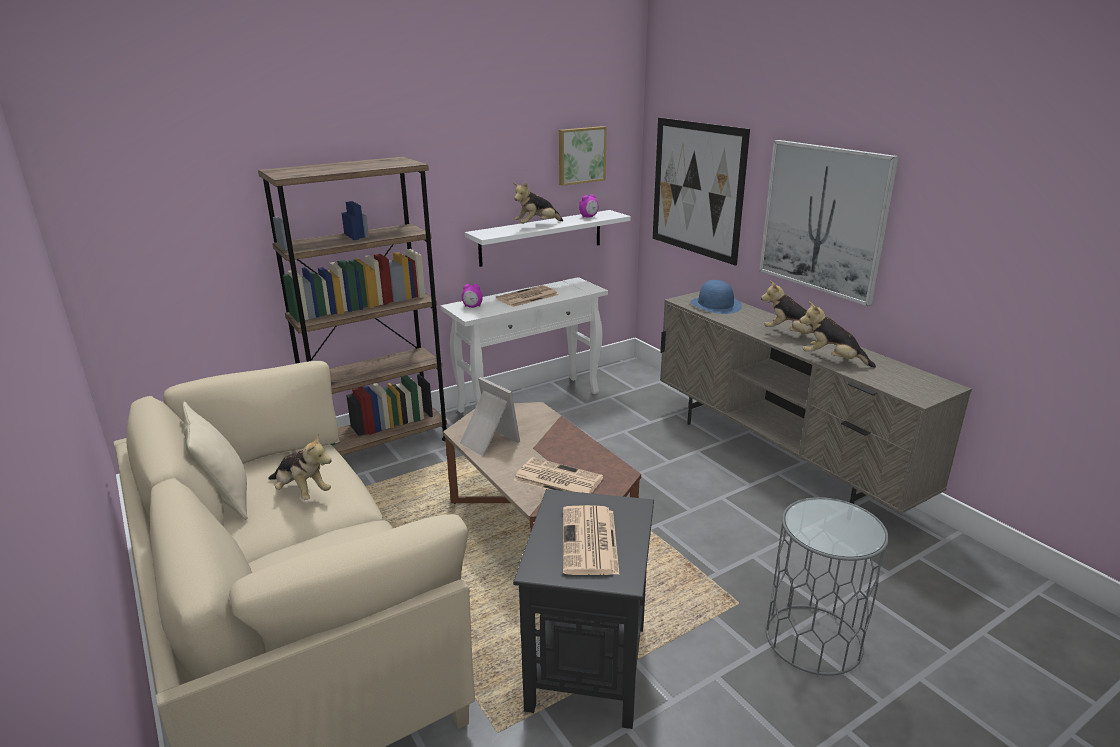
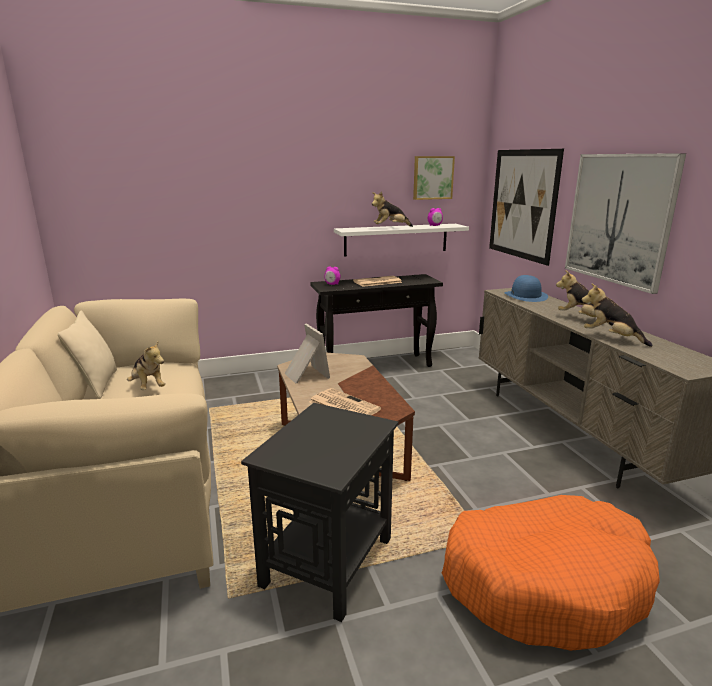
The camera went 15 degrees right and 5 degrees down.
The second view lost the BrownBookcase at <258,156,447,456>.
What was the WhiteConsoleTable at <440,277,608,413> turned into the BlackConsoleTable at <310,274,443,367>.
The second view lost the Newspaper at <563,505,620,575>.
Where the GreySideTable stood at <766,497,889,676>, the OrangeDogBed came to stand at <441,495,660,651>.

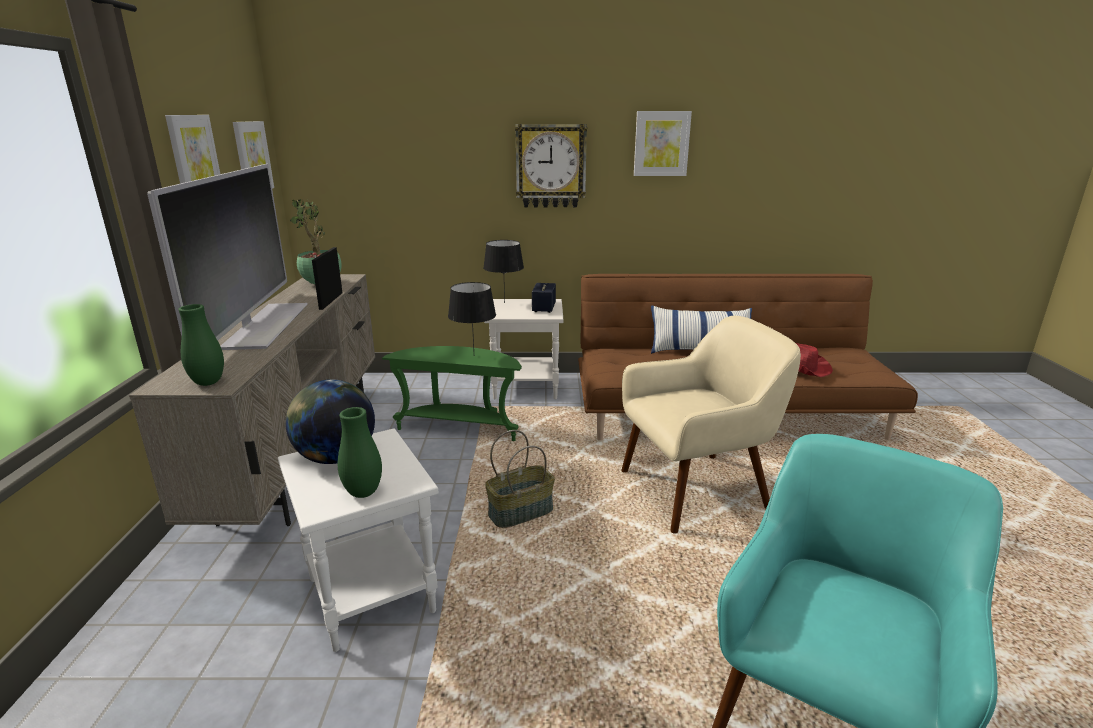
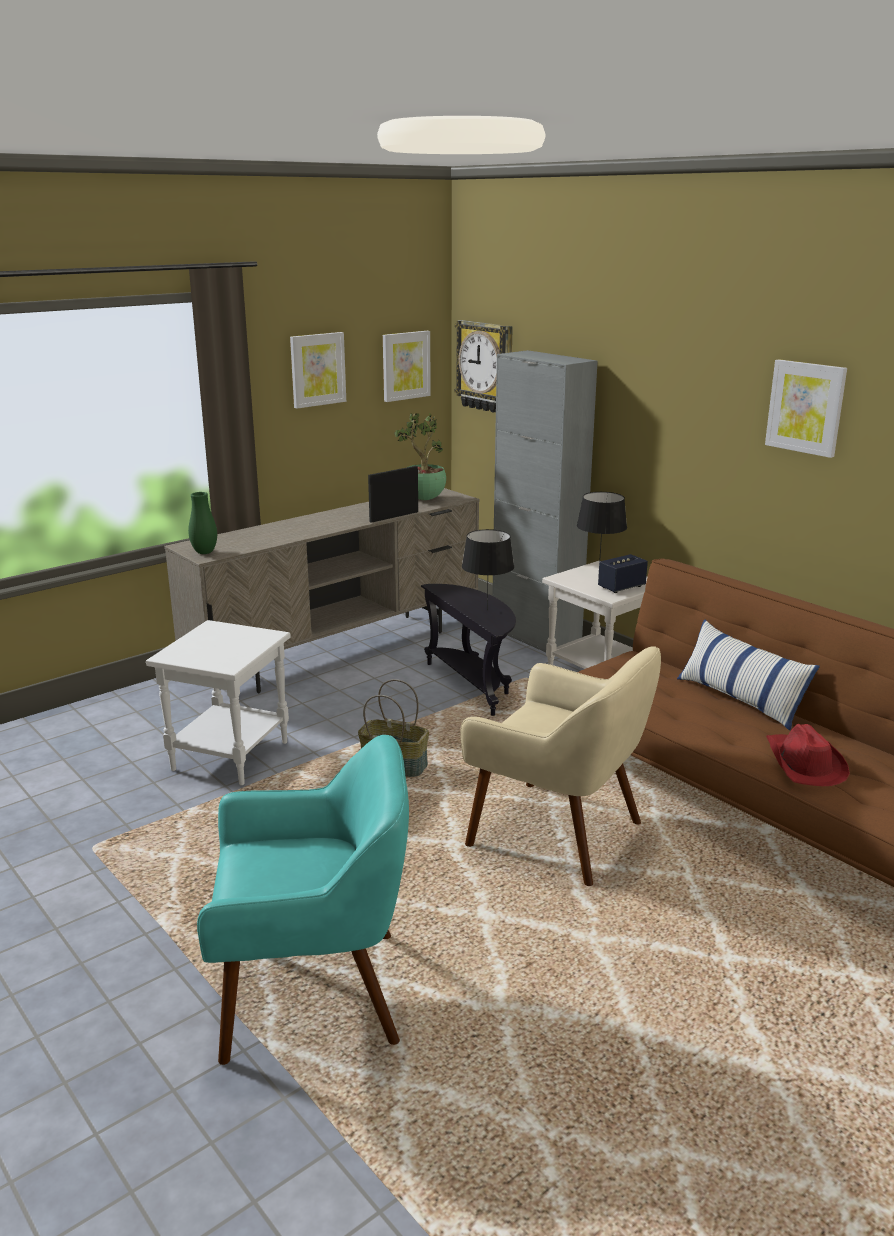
The camera went 50 degrees right and 0 degrees up.
The second view lost the Television at <147,164,308,350>.
The second view lost the Globe at <285,380,375,464>.
The second view lost the GreenVase at <338,407,382,498>.
What was the GreenSideTable at <382,346,522,441> turned into the BlackSideTable at <421,584,516,716>.
The WallClock ended up elsewhere, having gone from <515,124,587,207> to <454,320,513,413>.
The second view gained the GreyCabinet at <492,350,598,652>.

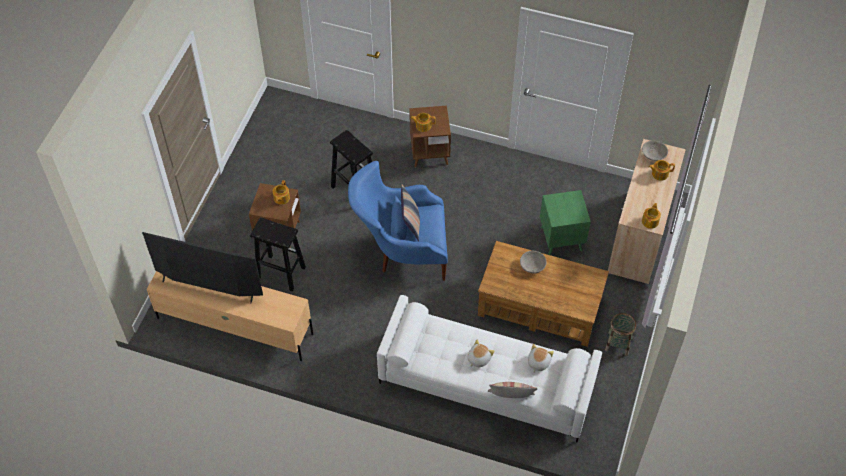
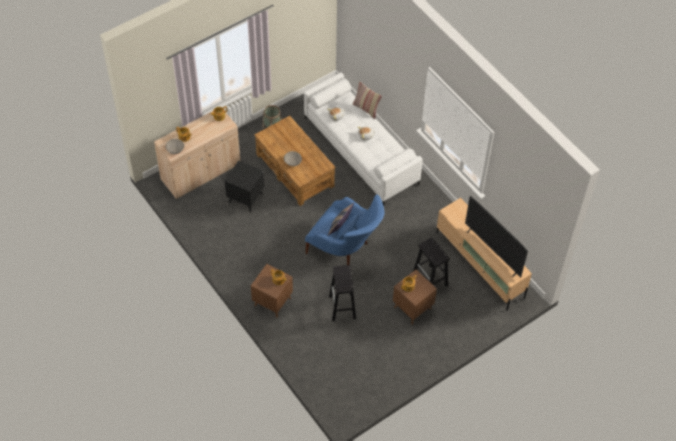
The camera went 145 degrees left and 0 degrees up.
What was the GreenSideTable at <540,190,591,255> turned into the BlackSideTable at <225,160,264,212>.

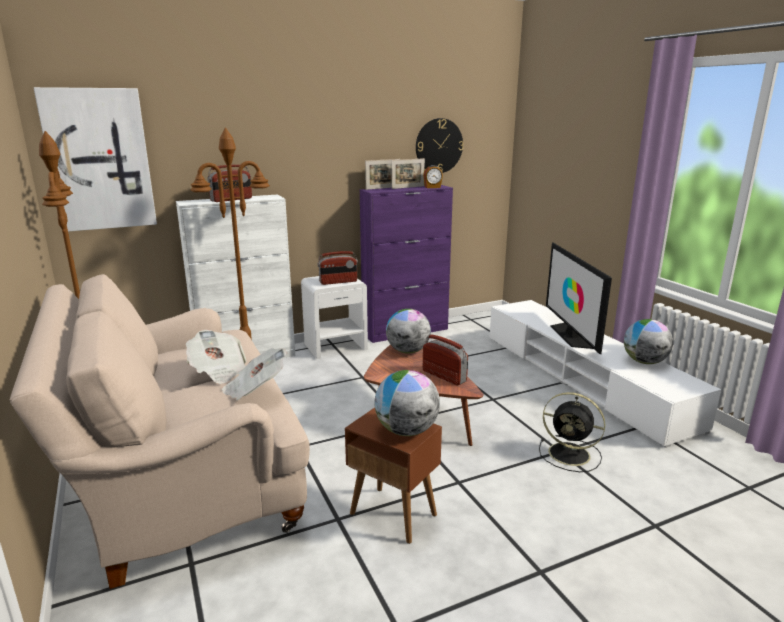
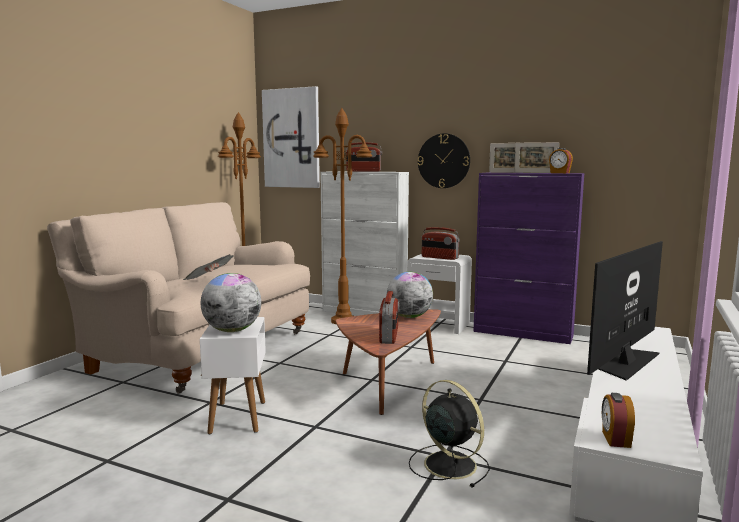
The camera went 50 degrees right and 10 degrees down.
The second view lost the Newspaper at <186,330,246,384>.
What was the BrownSideTable at <345,408,442,544> turned into the WhiteSideTable at <200,317,266,434>.
The WallClock ended up elsewhere, having gone from <416,118,464,173> to <418,133,470,188>.
The BlackFan at <539,392,606,472> ended up facing another way, 150 degrees clockwise from before.
The second view lost the Globe at <624,319,673,364>.
The second view gained the AlarmClock at <602,393,635,448>.

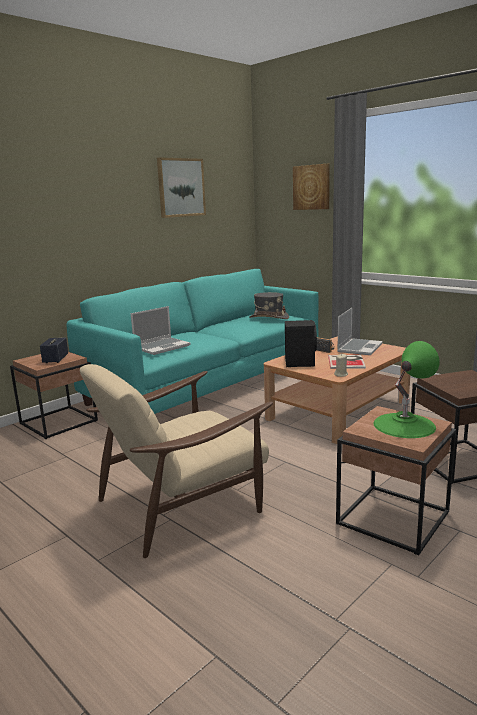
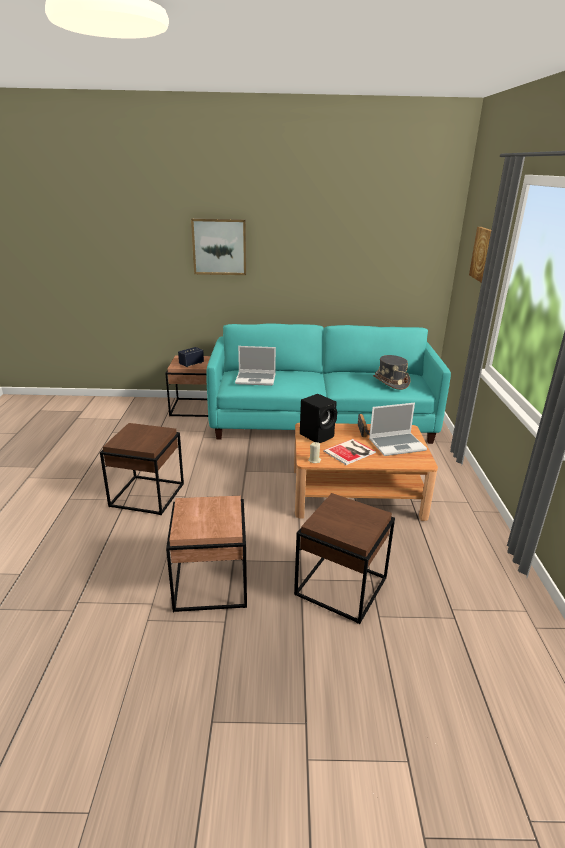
The camera went 45 degrees right and 10 degrees up.
Where the BeigeArmchair stood at <80,364,273,558>, the BrownSideTable came to stand at <100,423,184,515>.
The Picture ended up elsewhere, having gone from <157,157,206,218> to <191,218,246,275>.
The second view lost the GreenTableLamp at <373,341,439,438>.

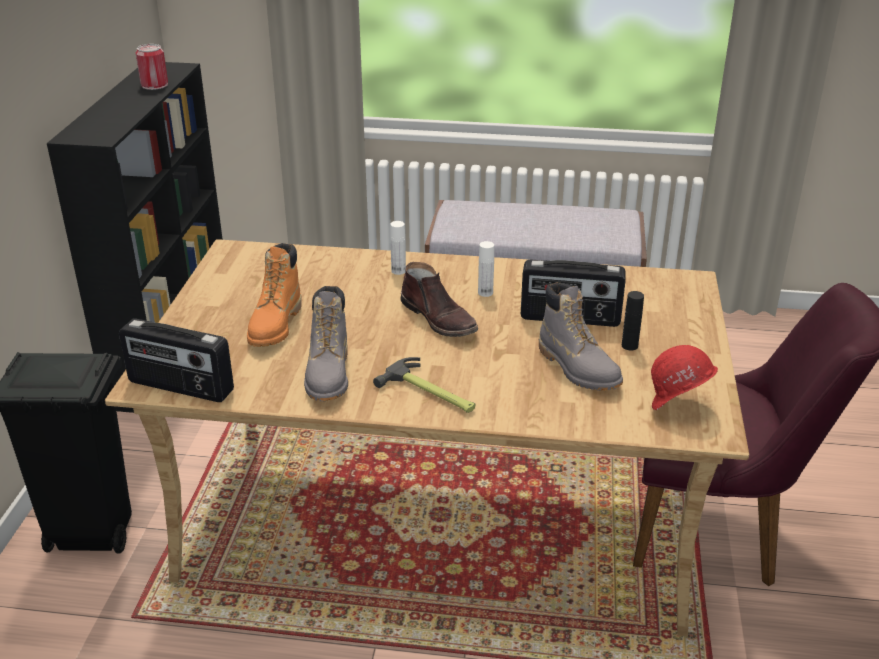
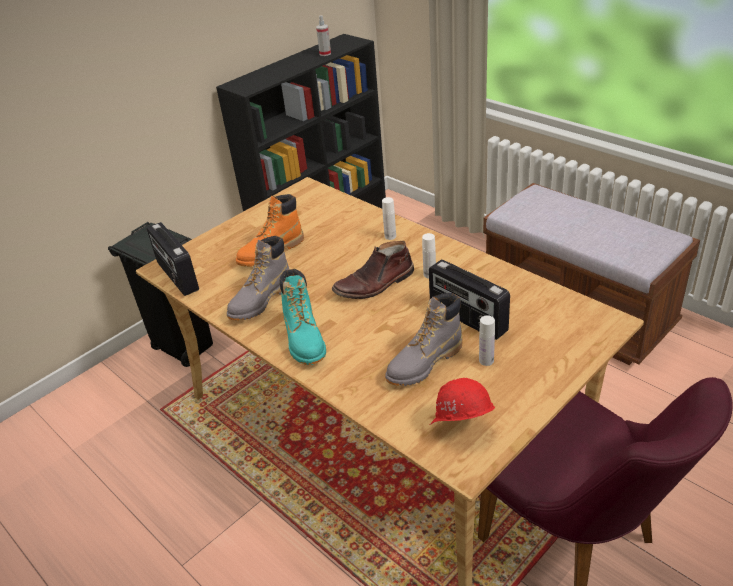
The camera went 40 degrees right and 5 degrees up.
Where the Can stood at <136,44,168,90>, the SprayBottle came to stand at <316,15,331,56>.
Where the Hammer stood at <373,357,476,413>, the TurquoiseBoot came to stand at <280,269,326,365>.
The BrownBoot at <401,262,478,337> ended up facing another way, 60 degrees clockwise from before.
The GreyBoot at <539,282,623,391> ended up facing another way, 45 degrees clockwise from before.
What was the BlackBottle at <622,291,644,351> turned into the WhiteBottle at <479,315,495,366>.

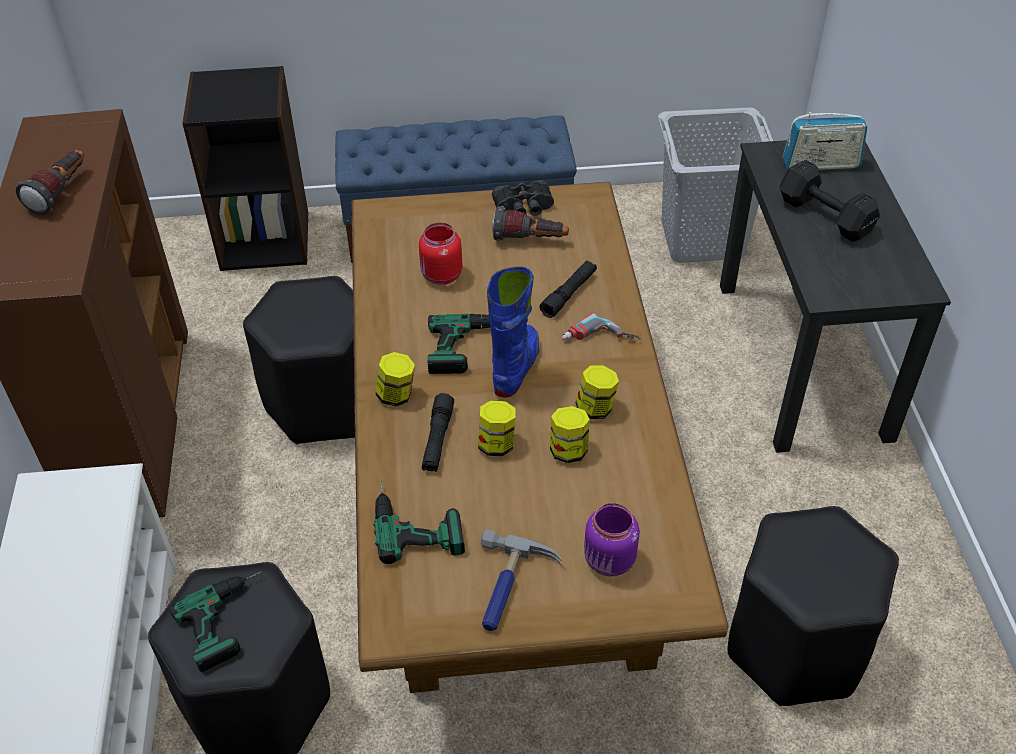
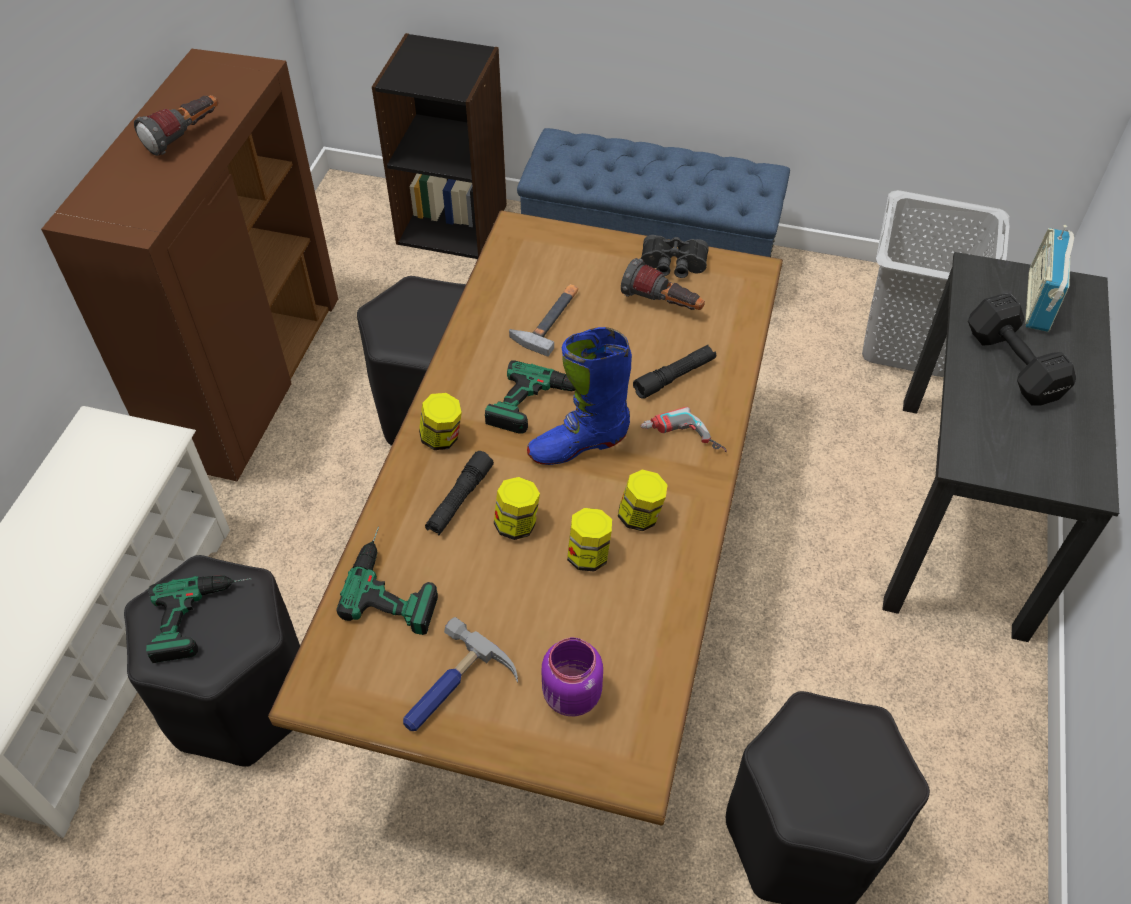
The camera went 20 degrees right and 5 degrees up.
Where the RedJar stood at <419,223,463,285>, the Hammer came to stand at <509,284,578,357>.
The BlueBoot at <487,266,539,398> ended up facing another way, 150 degrees counterclockwise from before.
The Radio at <782,112,867,170> ended up facing another way, 90 degrees clockwise from before.

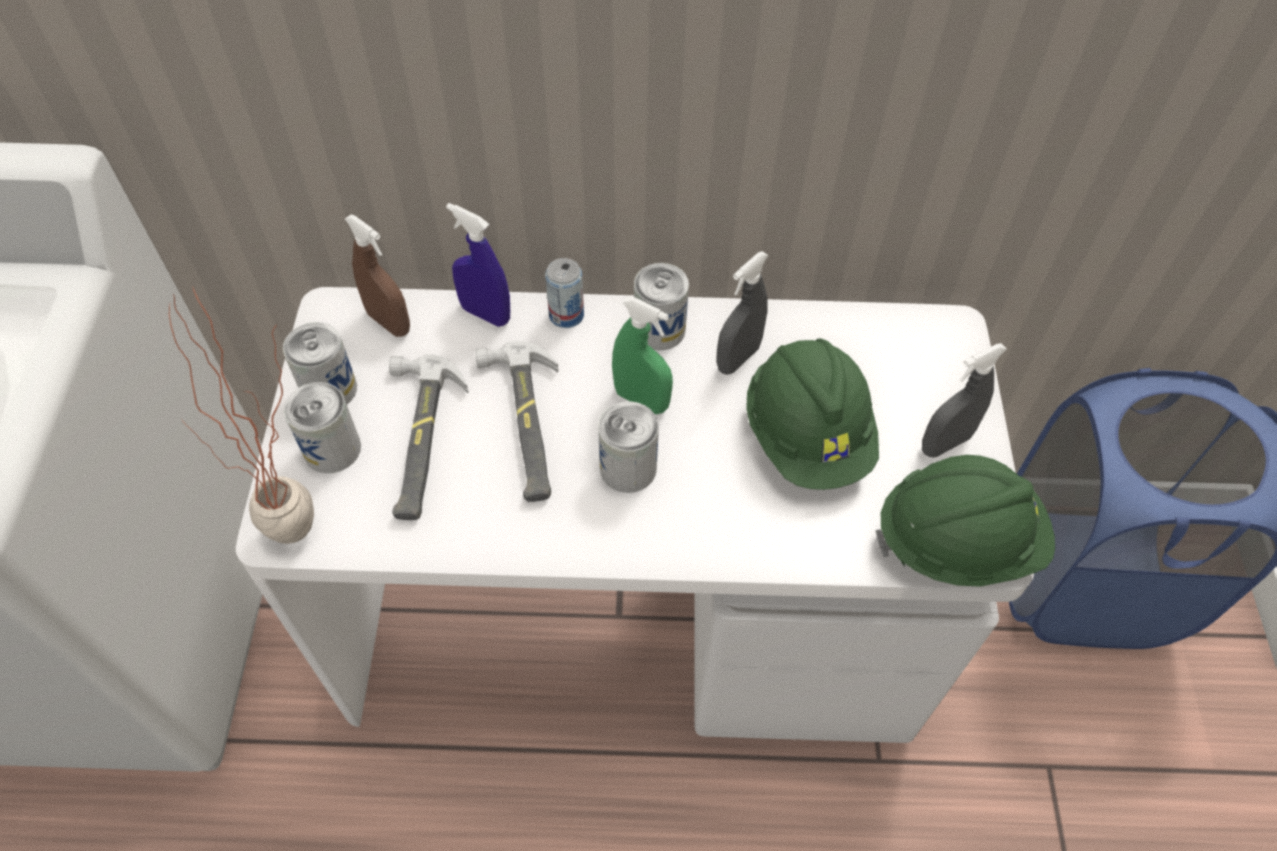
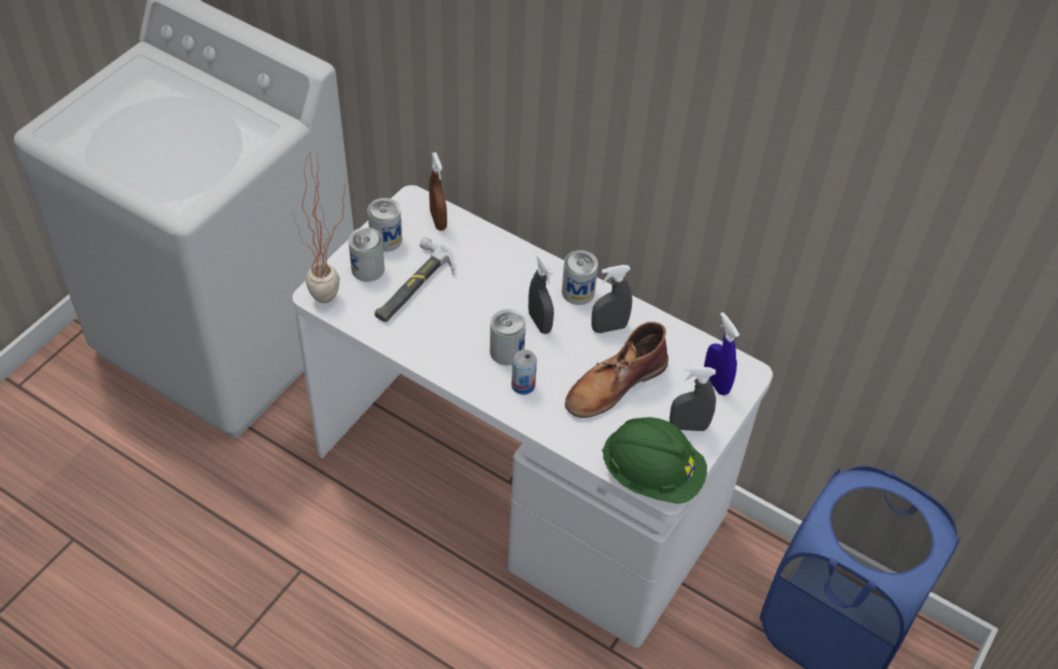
The camera went 30 degrees right and 5 degrees down.
The BlueSprayBottle ended up elsewhere, having gone from <446,203,510,327> to <704,312,740,395>.
The second view lost the Hammer at <475,341,559,502>.
The Can ended up elsewhere, having gone from <545,258,584,328> to <512,349,537,395>.
What was the GreenSprayBottle at <612,297,673,414> turned into the GreySprayBottle at <528,255,554,334>.
Where the GreenHardHat stood at <746,338,879,490>, the BrownBoot came to stand at <565,322,669,418>.

